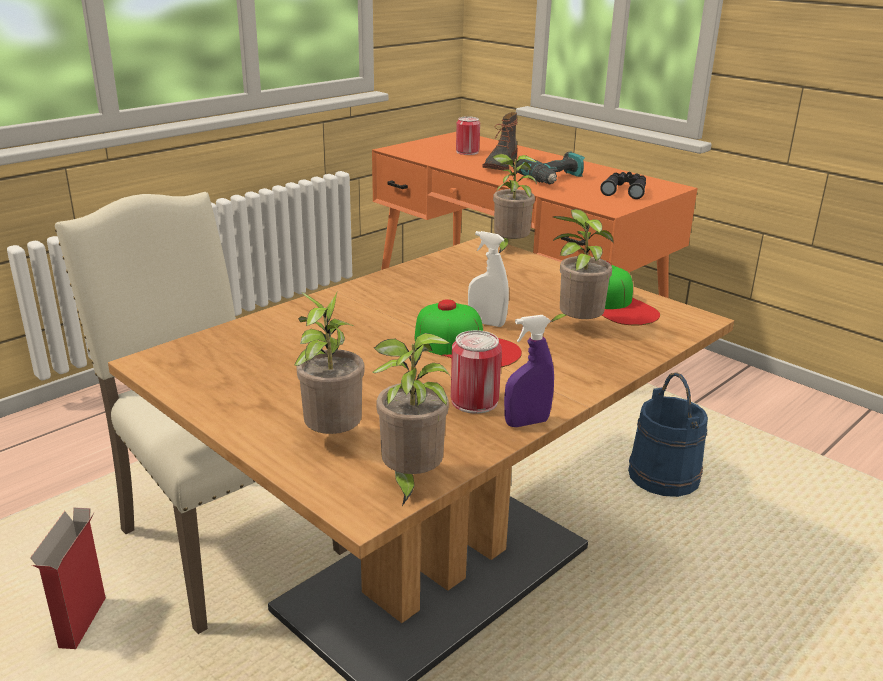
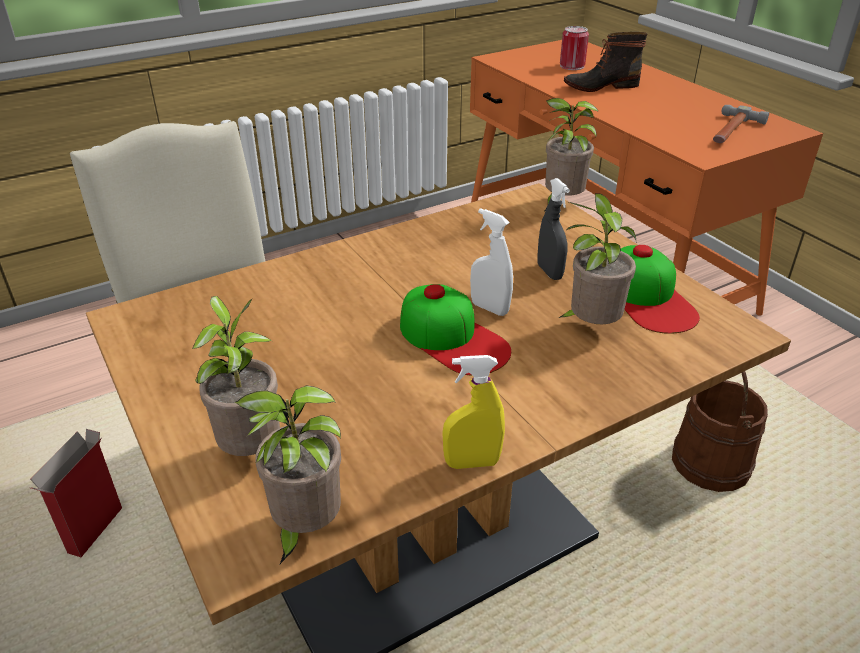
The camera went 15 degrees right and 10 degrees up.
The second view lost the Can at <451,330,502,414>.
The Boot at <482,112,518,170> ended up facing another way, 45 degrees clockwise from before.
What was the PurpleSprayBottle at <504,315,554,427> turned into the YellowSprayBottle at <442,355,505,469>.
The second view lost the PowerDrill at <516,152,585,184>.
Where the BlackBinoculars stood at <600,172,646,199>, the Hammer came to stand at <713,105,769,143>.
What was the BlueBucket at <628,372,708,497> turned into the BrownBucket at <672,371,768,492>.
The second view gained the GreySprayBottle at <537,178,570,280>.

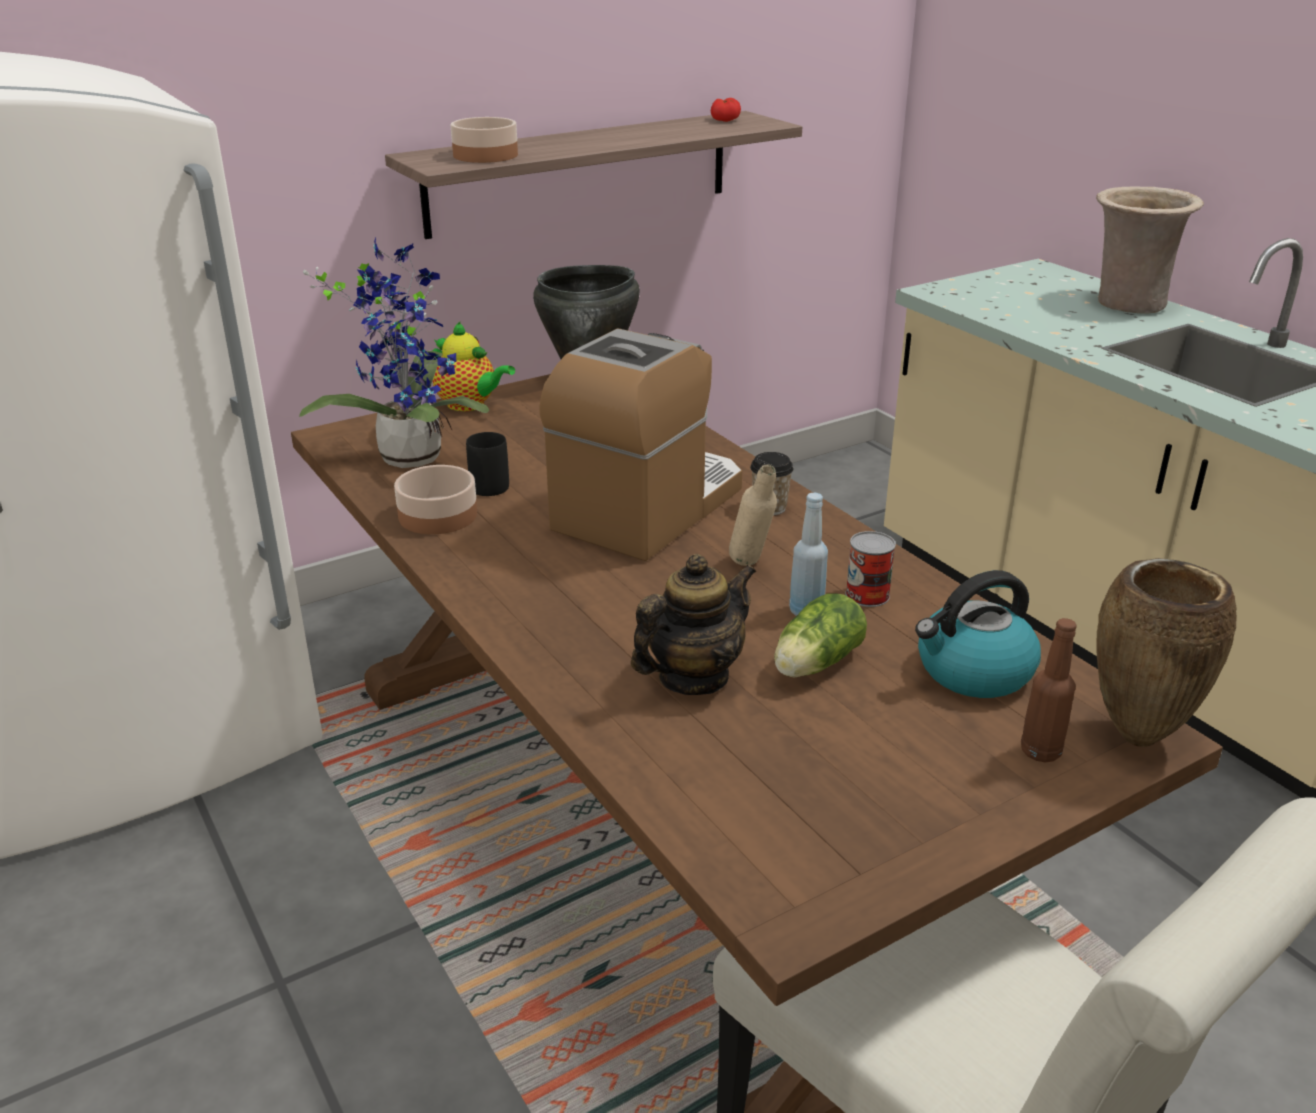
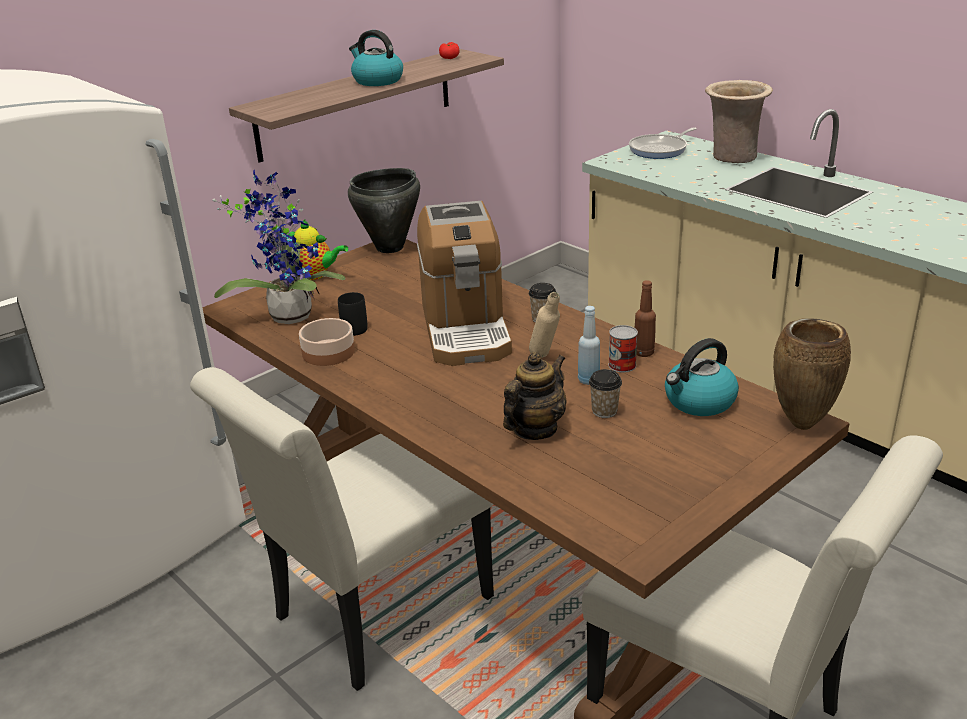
The camera went 10 degrees left and 0 degrees up.
The second view lost the Bowl at <451,117,518,163>.
The CoffeeMachine at <539,328,742,561> ended up facing another way, 150 degrees clockwise from before.
Where the Lettuce stood at <774,594,867,678>, the Cup came to stand at <589,369,622,418>.
The BrownBottle ended up elsewhere, having gone from <1021,618,1077,762> to <635,280,656,357>.
The second view gained the WhiteChair at <190,367,494,691>.
The second view gained the Kettle at <349,30,403,86>.
The second view gained the FryingPan at <629,127,697,159>.

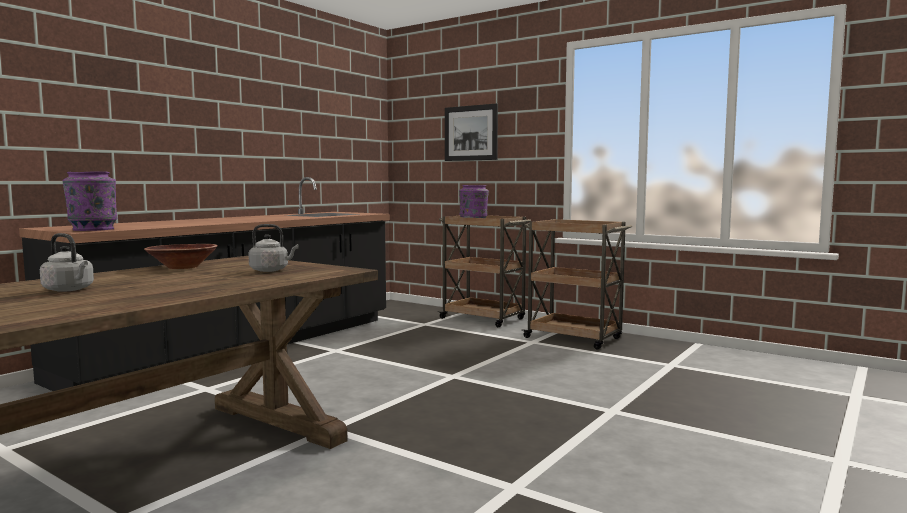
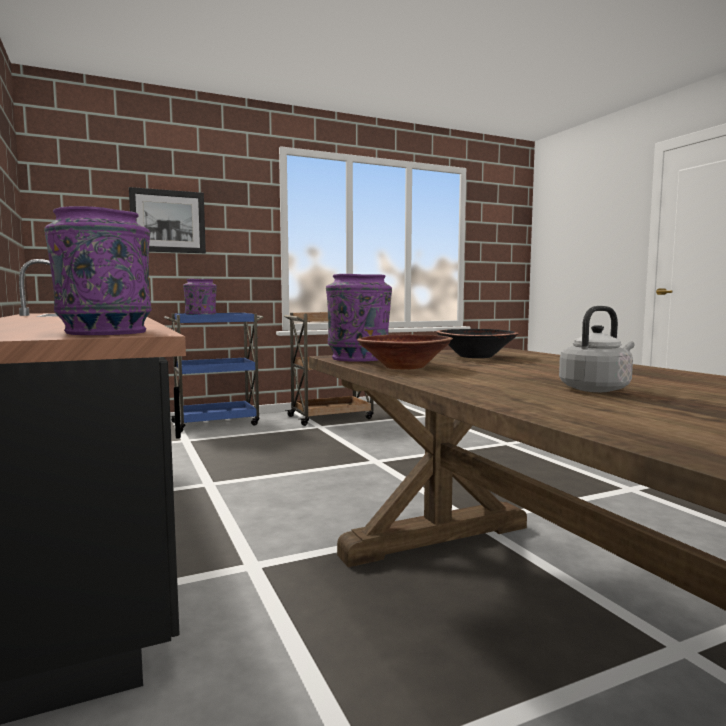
The camera went 60 degrees left and 0 degrees up.
Where the GreyKettle stood at <248,224,298,272>, the BlackBowl came to stand at <436,329,519,358>.
What was the BrownCart at <438,215,531,327> turned into the BlueCart at <164,313,264,432>.
The second view gained the PurpleVase at <326,274,392,362>.

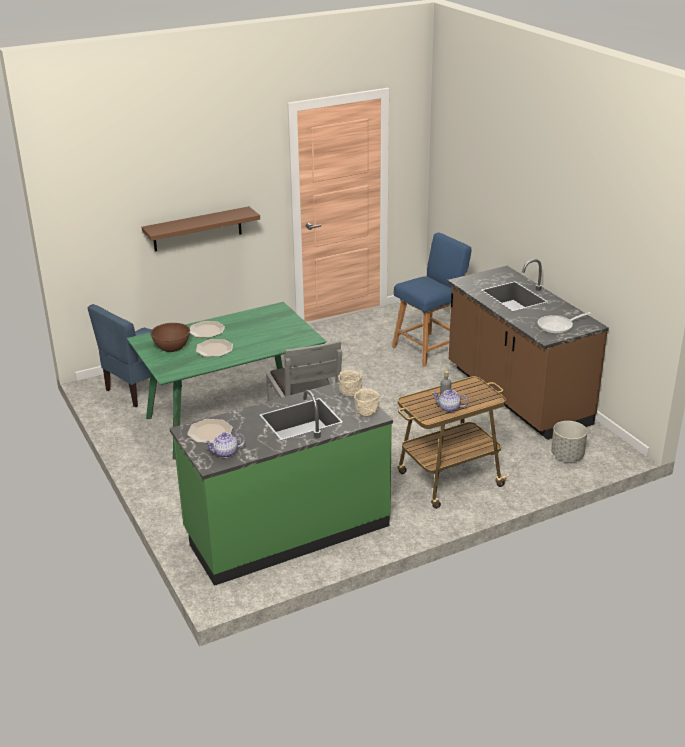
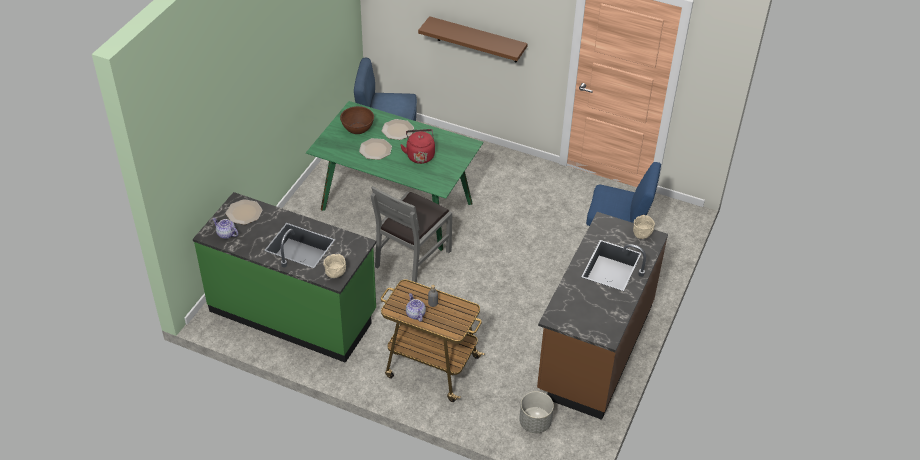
The camera went 50 degrees right and 15 degrees up.
The BeigeBowl ended up elsewhere, having gone from <338,370,363,397> to <633,215,655,239>.
The second view lost the FryingPan at <538,312,591,334>.
The second view gained the RedKettle at <400,129,435,164>.

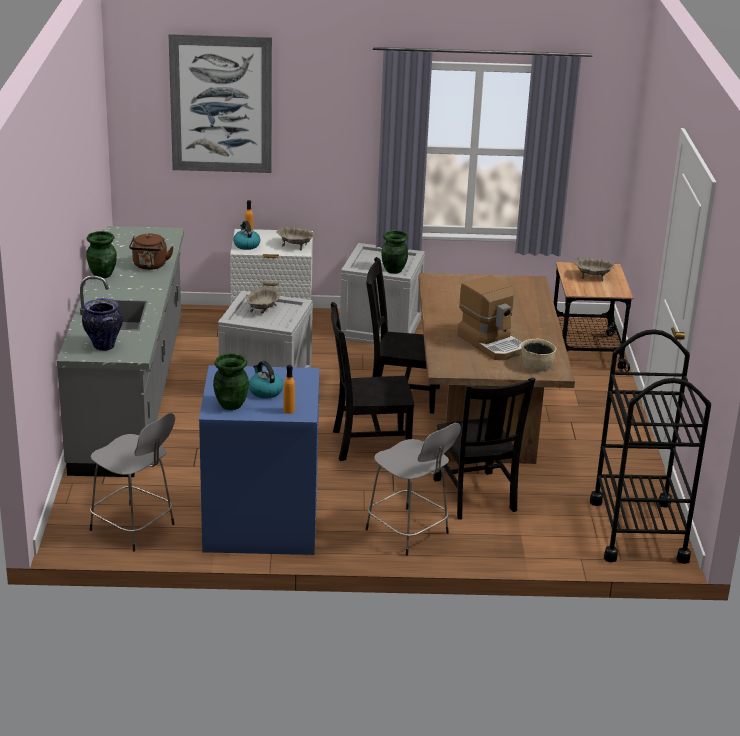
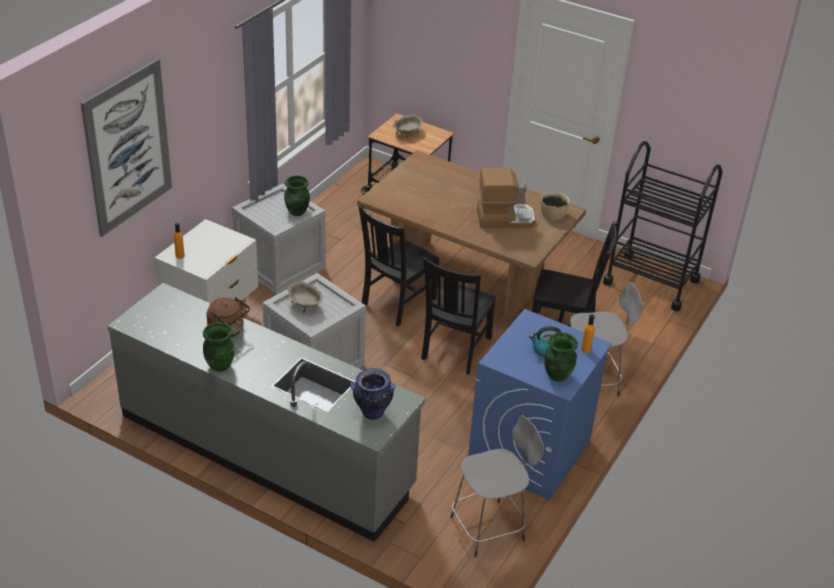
The camera went 60 degrees left and 10 degrees up.
The second view lost the Kettle at <233,221,261,250>.
The second view lost the BeigeBowl at <276,226,315,250>.

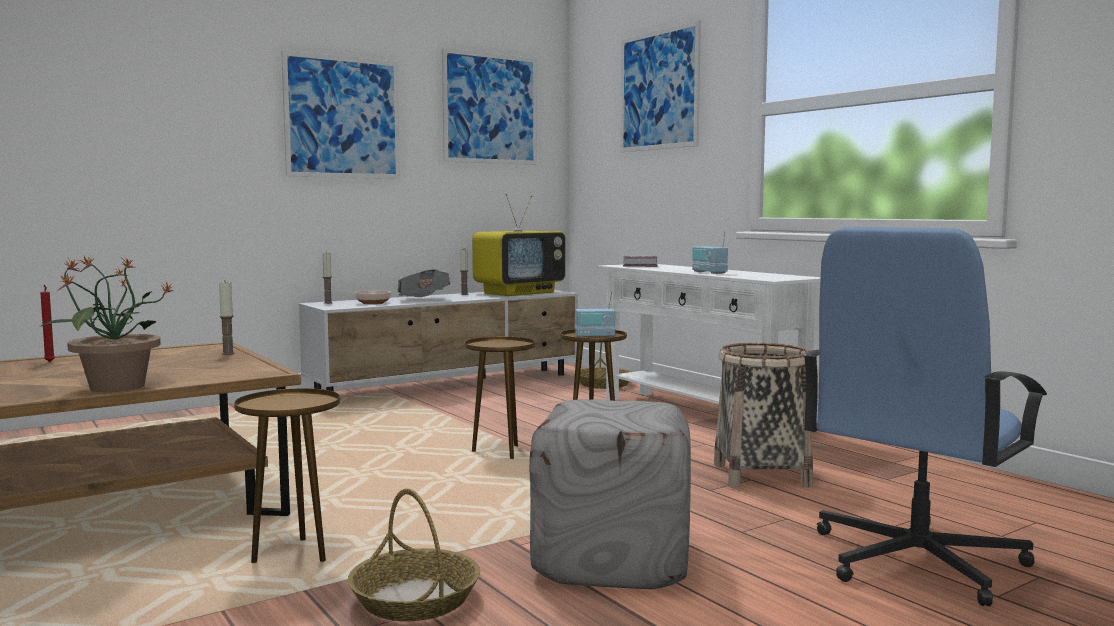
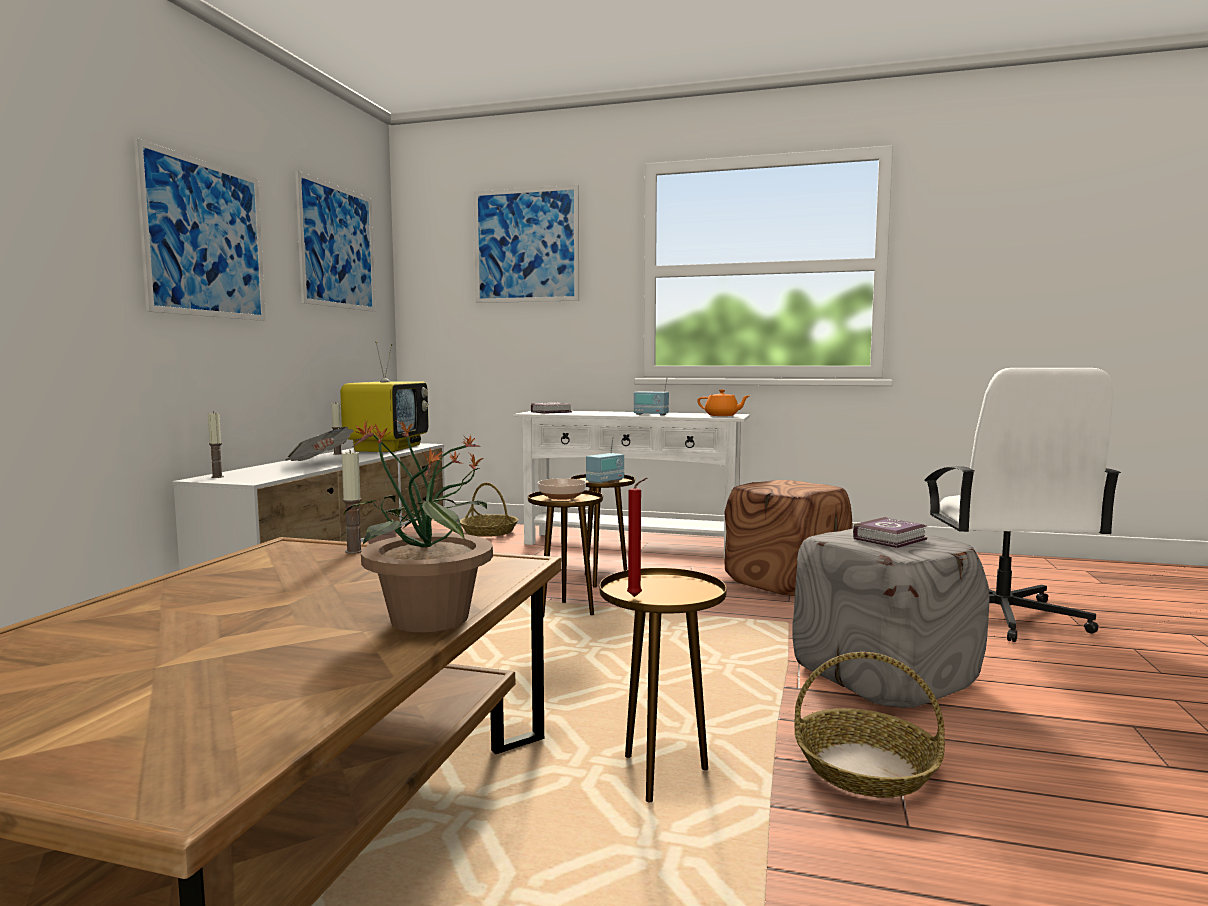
The camera went 40 degrees left and 0 degrees up.
The RedCandle ended up elsewhere, having gone from <40,285,55,362> to <627,478,647,597>.
The Bowl ended up elsewhere, having gone from <355,291,391,305> to <538,478,586,500>.
Where the Basket stood at <714,343,813,488>, the BrownOttoman came to stand at <724,480,853,596>.
What was the BlueOfficeChair at <802,227,1047,606> turned into the WhiteOfficeChair at <924,368,1121,642>.
The second view gained the OrangeTeapot at <697,390,749,416>.
The second view gained the Book at <853,517,927,548>.

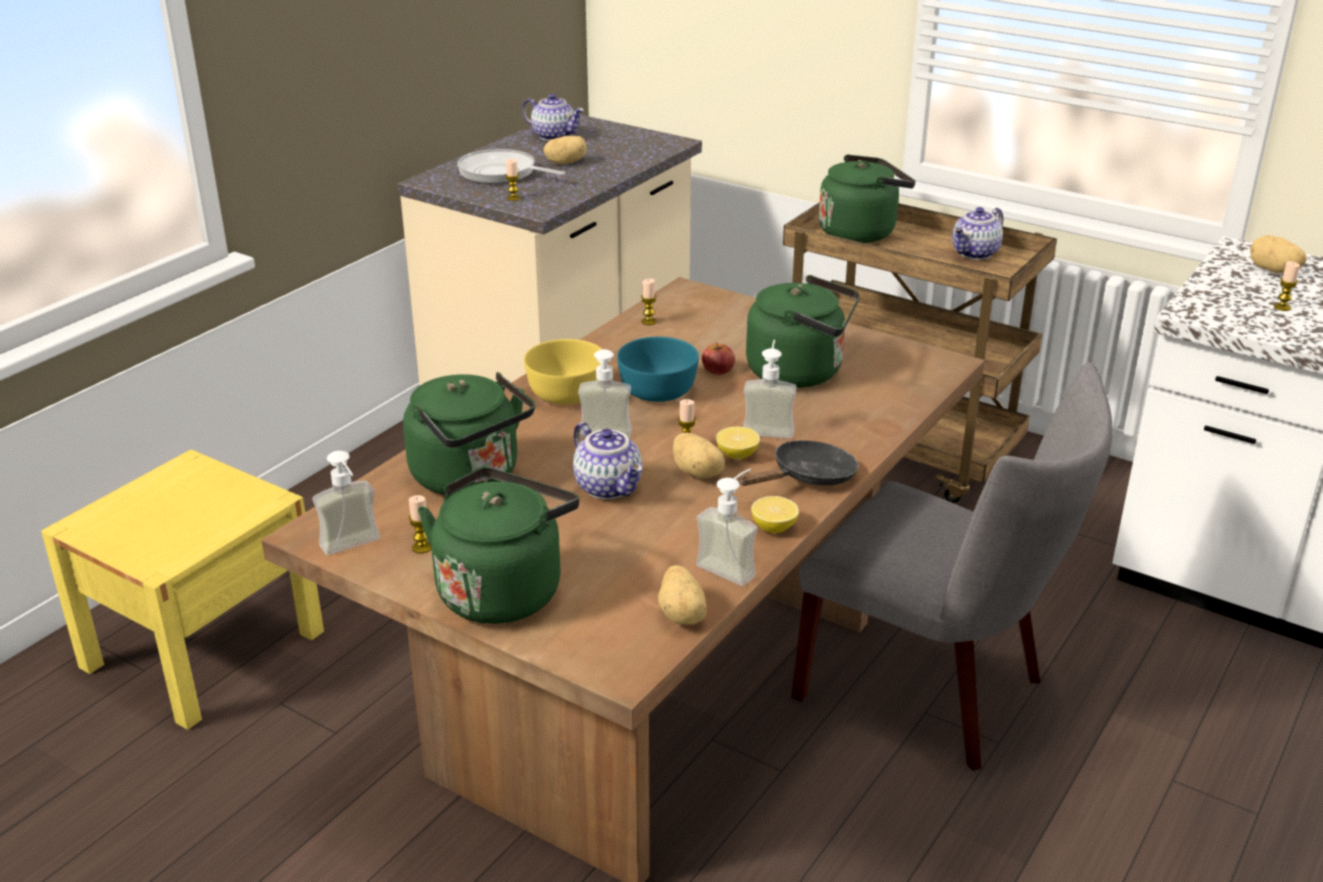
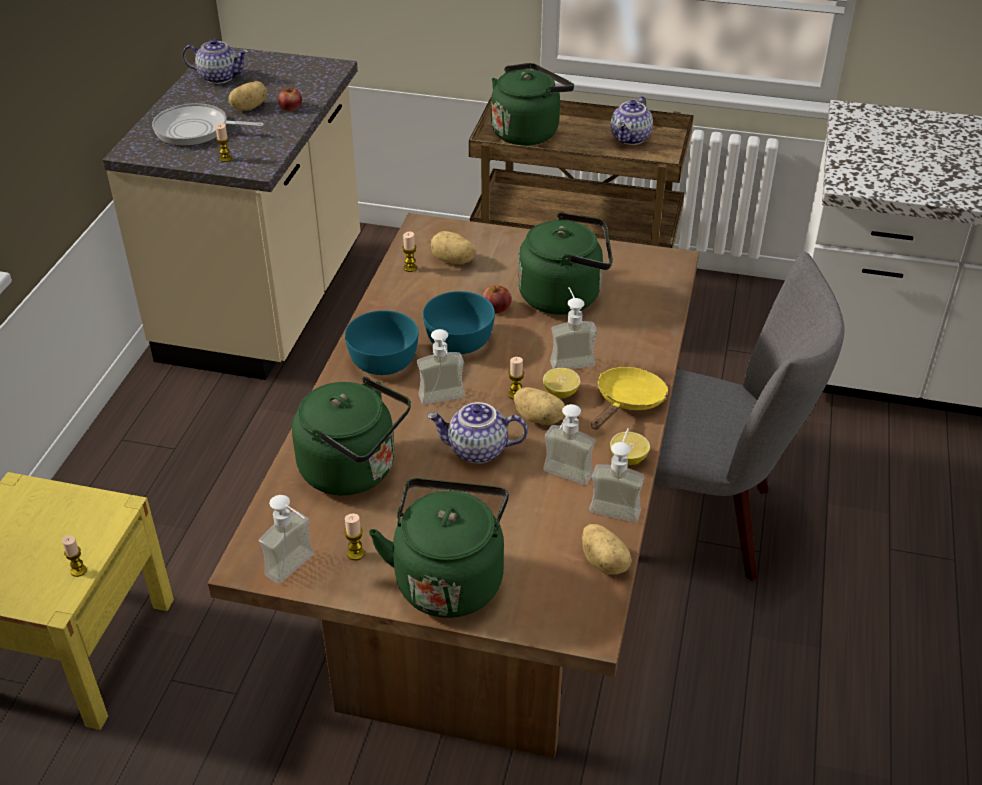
The camera went 20 degrees left and 10 degrees up.
What was the YellowBowl at <524,339,602,405> turned into the TurquoiseBowl at <345,310,418,375>.
The Teapot at <573,422,643,500> ended up facing another way, 150 degrees clockwise from before.
What was the BlackFryingPan at <738,440,859,486> turned into the YellowFryingPan at <591,367,668,430>.
The Potato ended up elsewhere, having gone from <1250,235,1307,273> to <431,231,477,264>.
The Candle ended up elsewhere, having gone from <1274,261,1300,311> to <62,535,87,577>.
The second view gained the Apple at <278,88,302,111>.
The second view gained the SoapDispenser at <543,404,595,485>.

